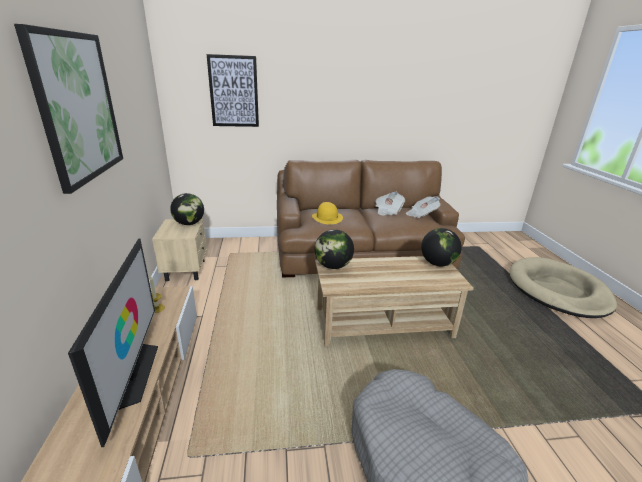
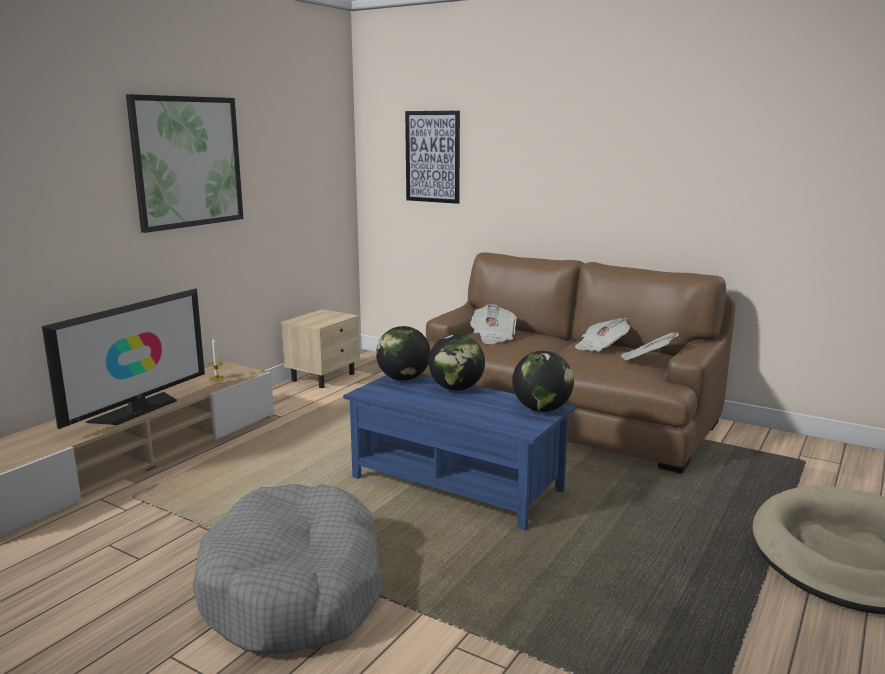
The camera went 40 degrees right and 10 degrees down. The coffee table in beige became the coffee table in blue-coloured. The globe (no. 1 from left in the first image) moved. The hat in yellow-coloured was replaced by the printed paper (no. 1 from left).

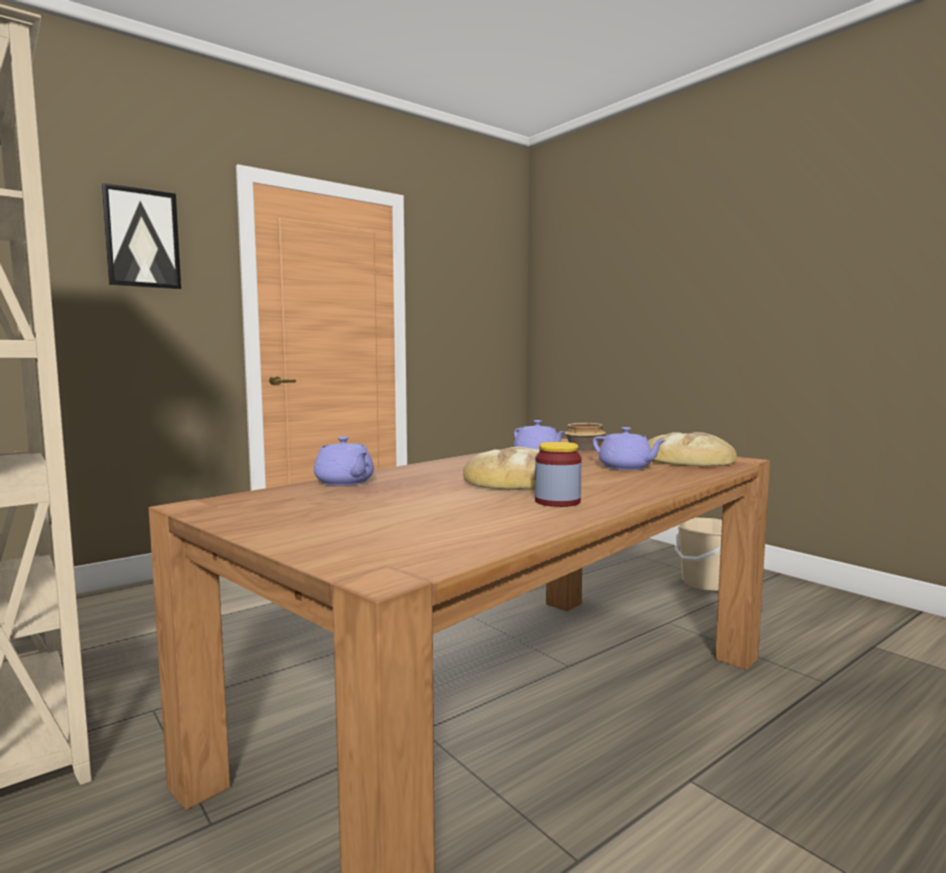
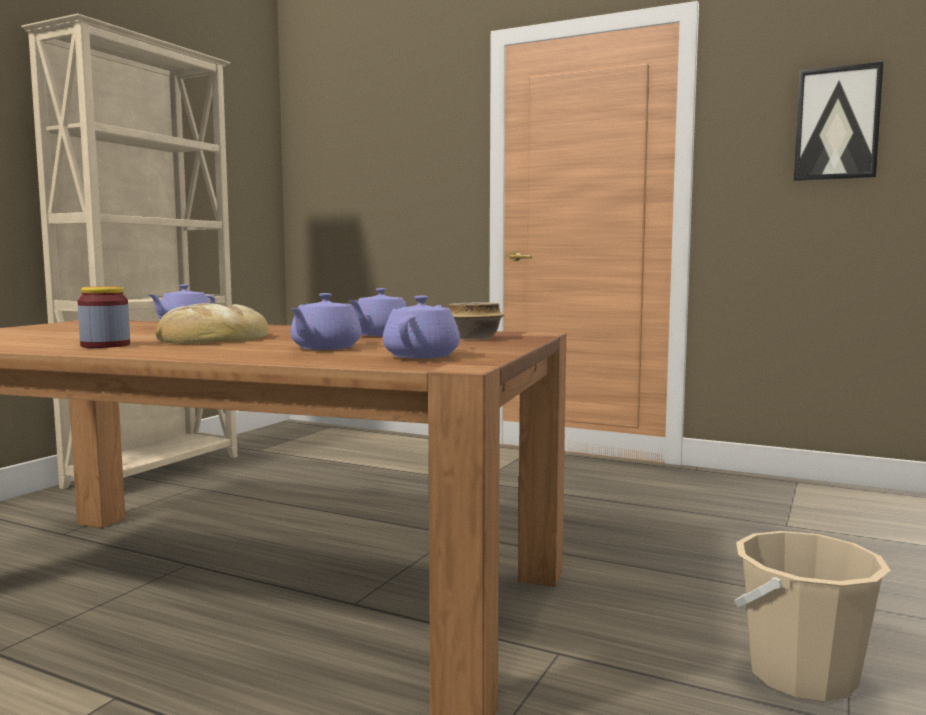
The camera went 65 degrees right and 0 degrees up. The bread (no. 2 from left) was replaced by the tea pot in purplish (no. 4 from left). The picture moved.

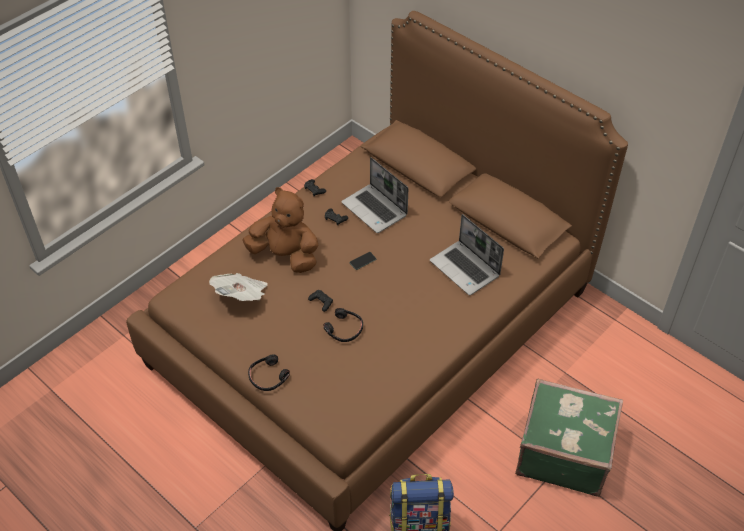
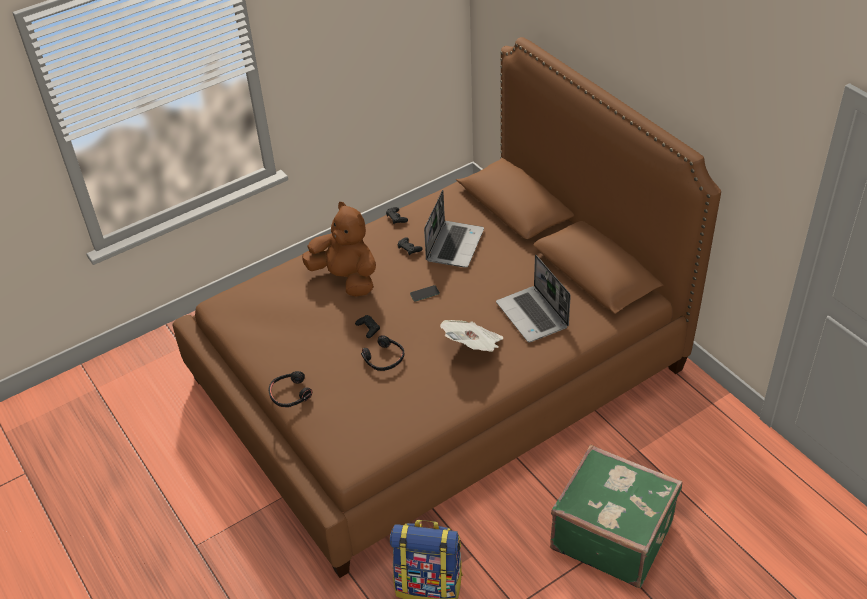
The camera went 15 degrees right and 5 degrees down. The laptop (no. 1 from left) turned 135 degrees counterclockwise. The printed paper moved.

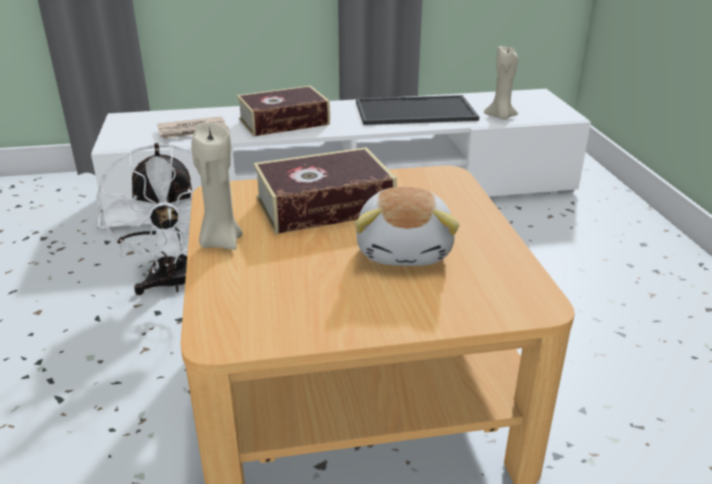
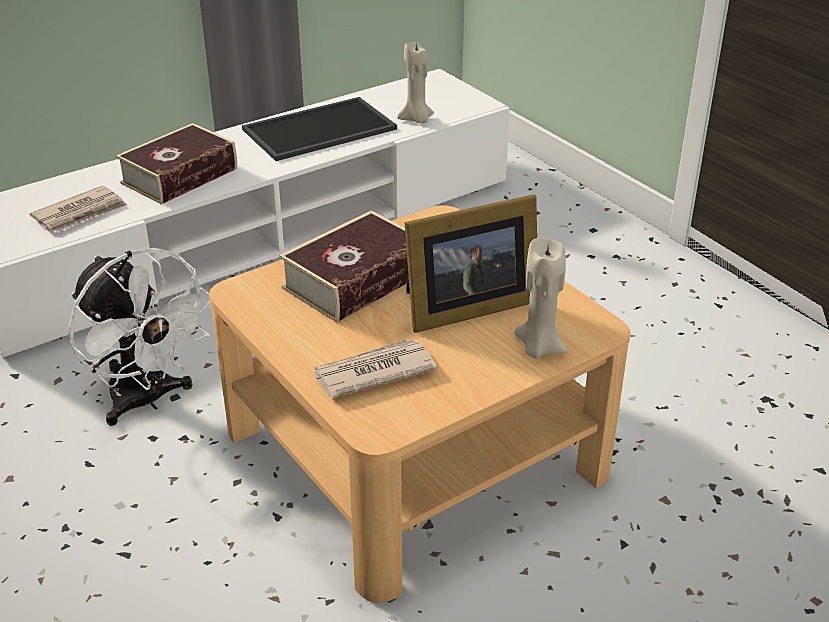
The camera went 25 degrees left and 5 degrees up. The printed paper (no. 2 from left) appeared. The plush toy was replaced by the standing frame. The wax light in beige (no. 1 from left in the first image) moved.

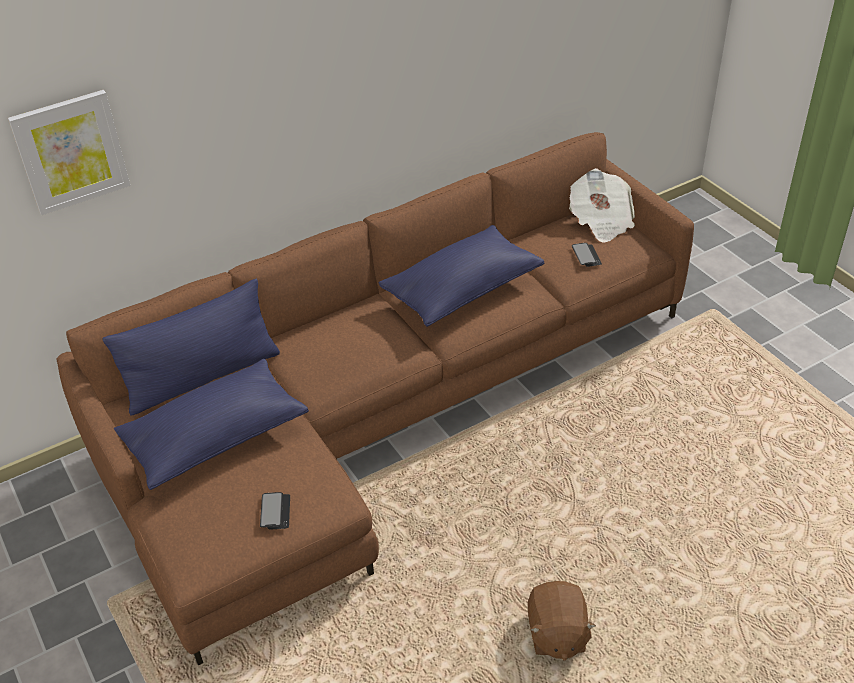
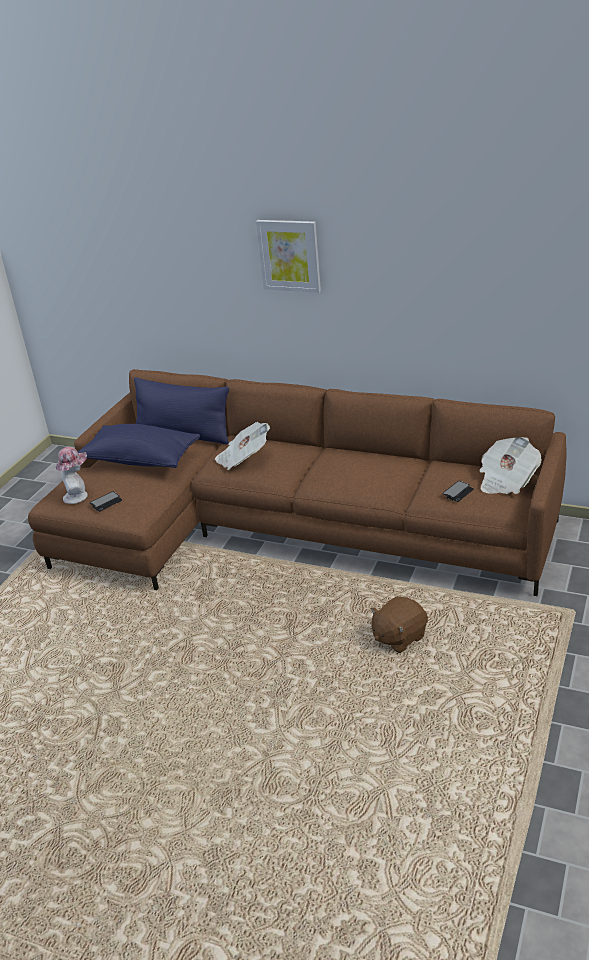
The camera went 55 degrees right and 10 degrees down. The hat appeared. The printed paper (no. 1 from left) appeared. The picture moved. The plush toy in brown moved. The pillow in blue-coloured (no. 3 from left) disappeared.

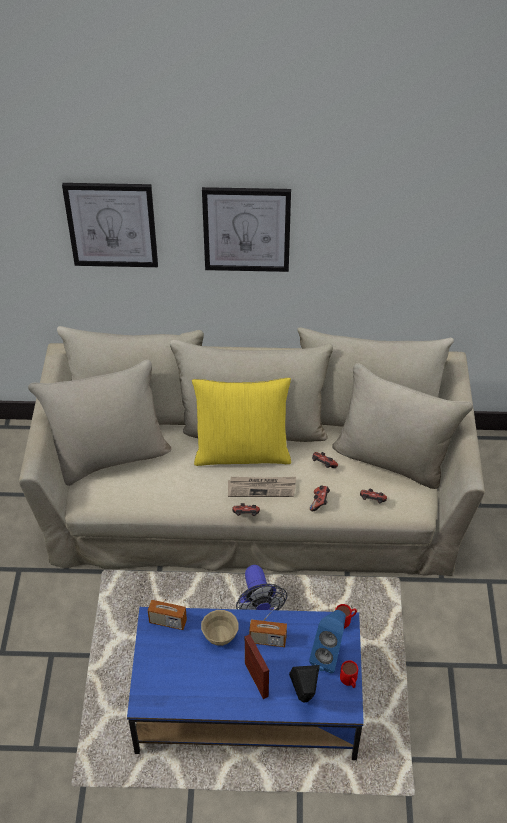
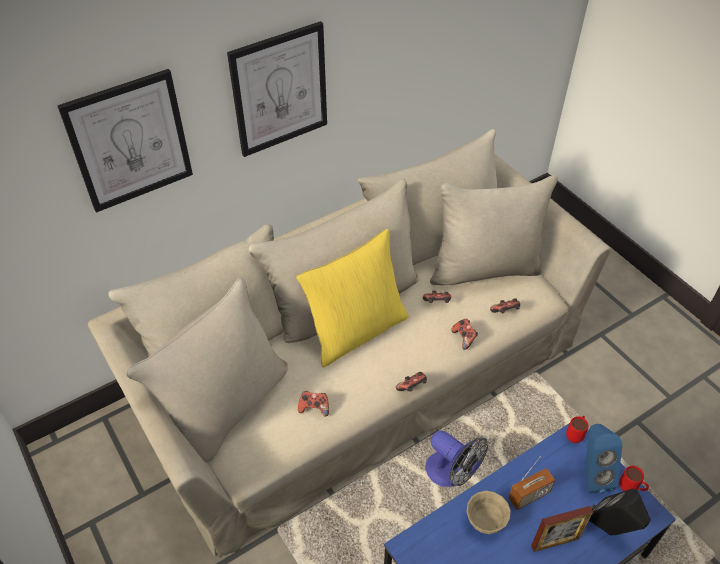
The camera went 35 degrees left and 0 degrees up. The game controller (no. 1 from left) appeared. The standing frame turned 135 degrees clockwise. The radio (no. 1 from left) disappeared. The printed paper disappeared.

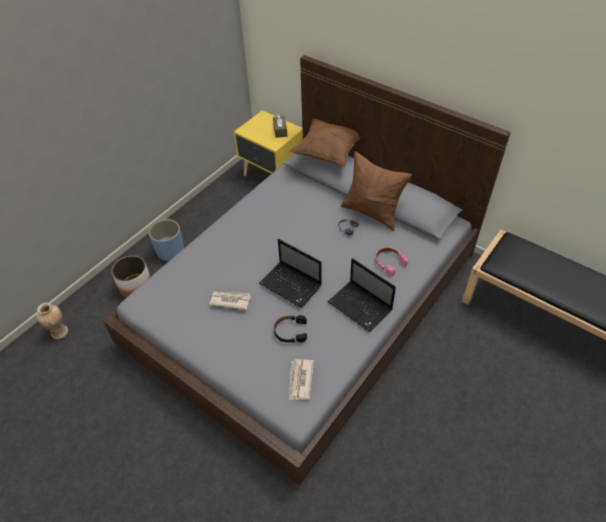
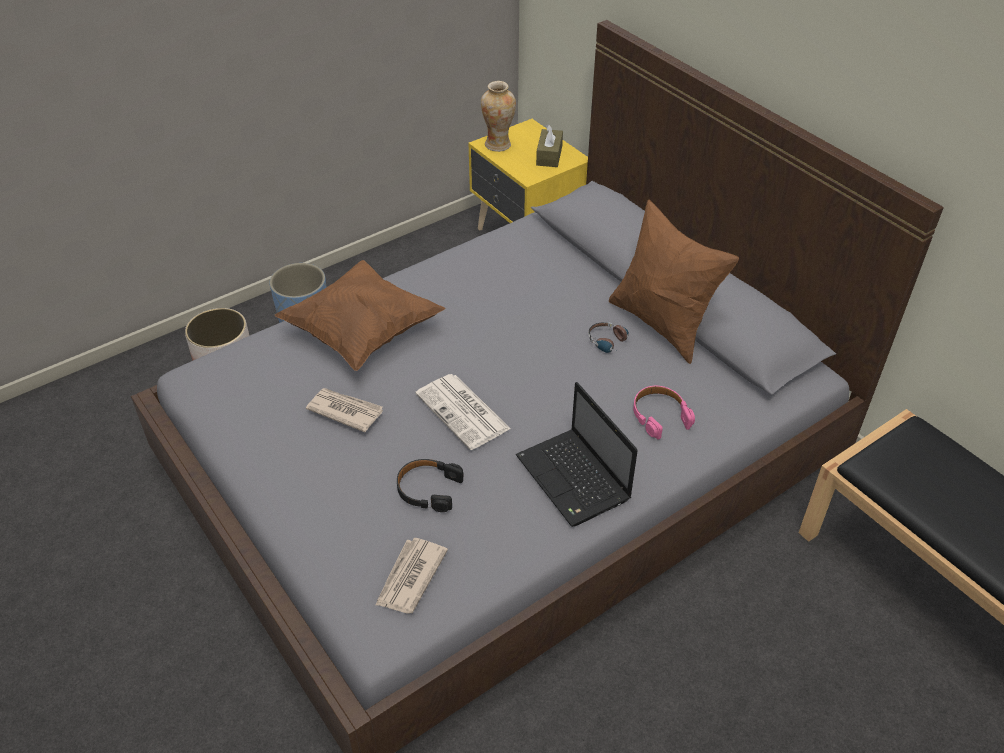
The camera went 15 degrees right and 5 degrees down. The pillow in brown (no. 1 from left) moved. The laptop (no. 1 from left) was replaced by the printed paper (no. 3 from left). The flower vase moved.

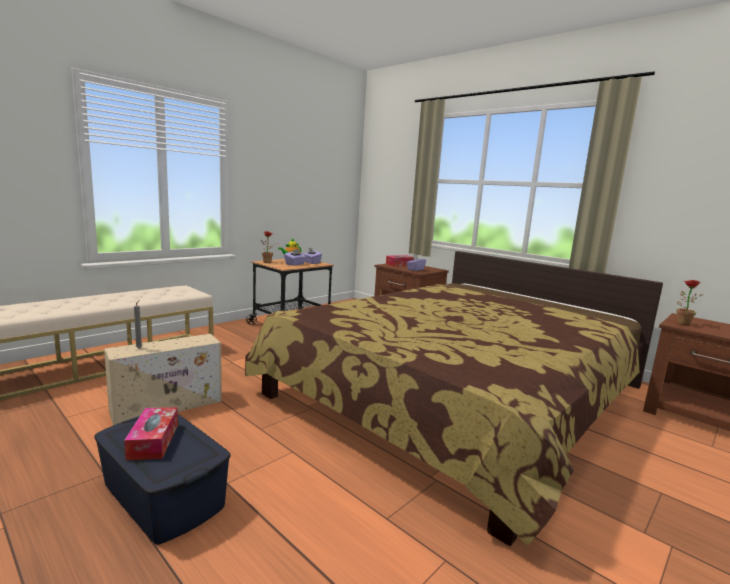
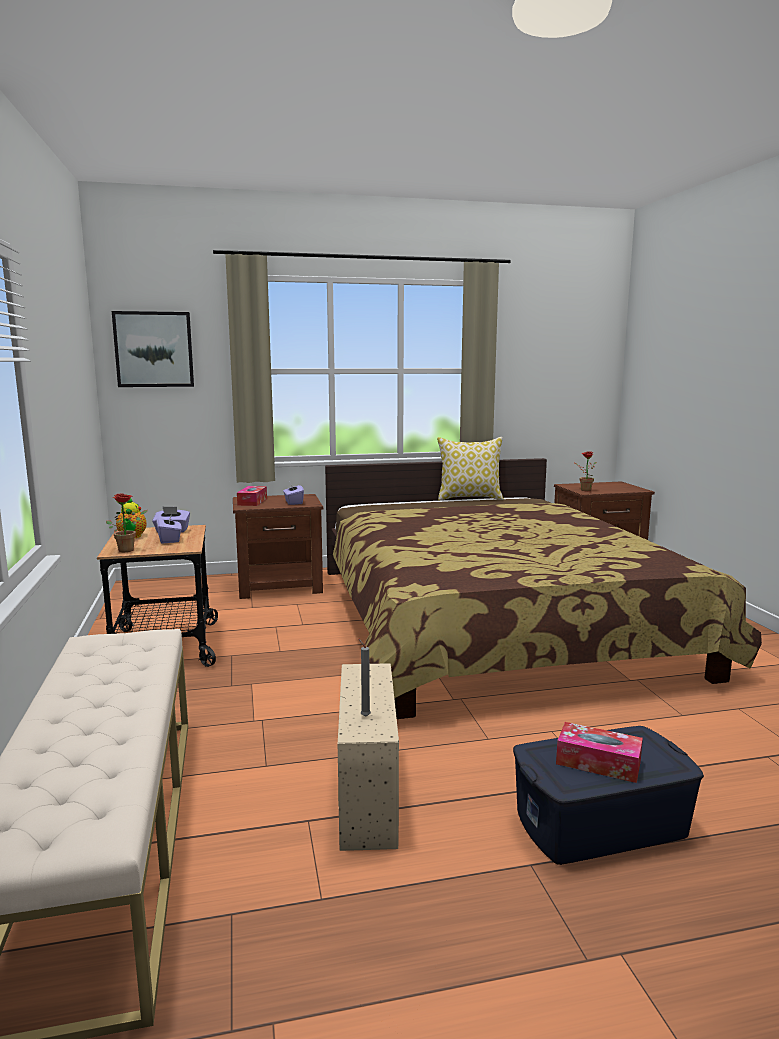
The camera went 55 degrees left and 0 degrees up. The picture appeared. The pillow appeared.

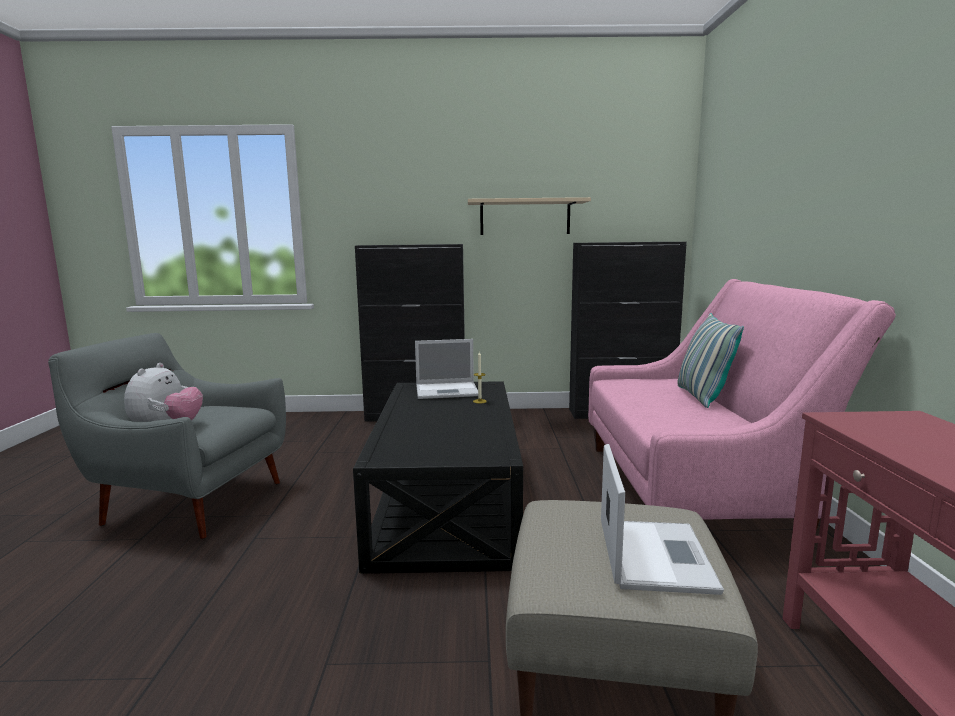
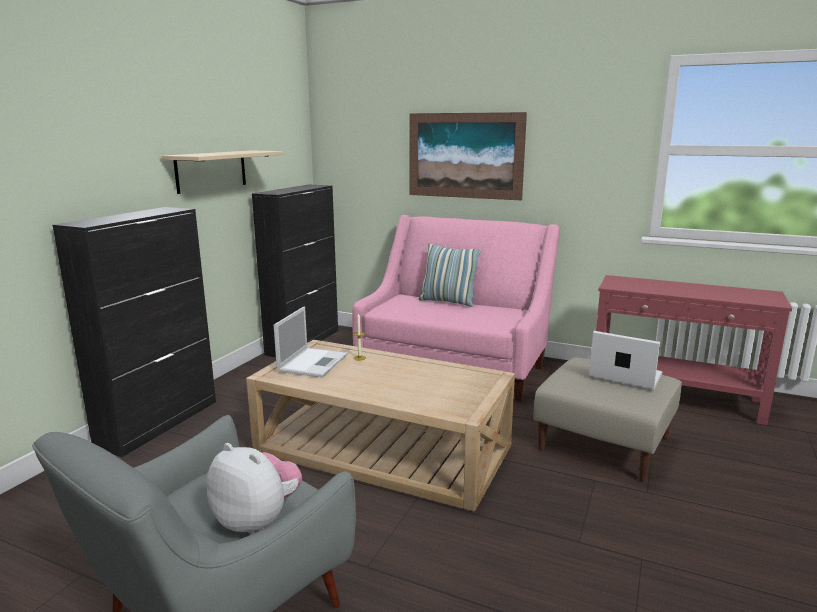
The camera went 65 degrees left and 5 degrees up. The coffee table in black-coloured became the coffee table in beige. The picture appeared.

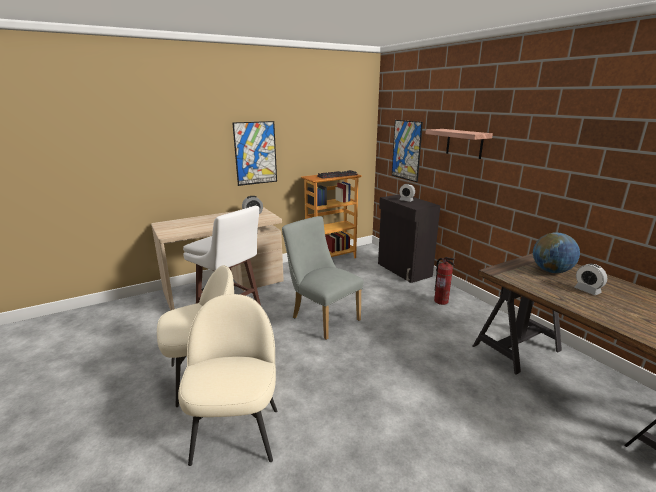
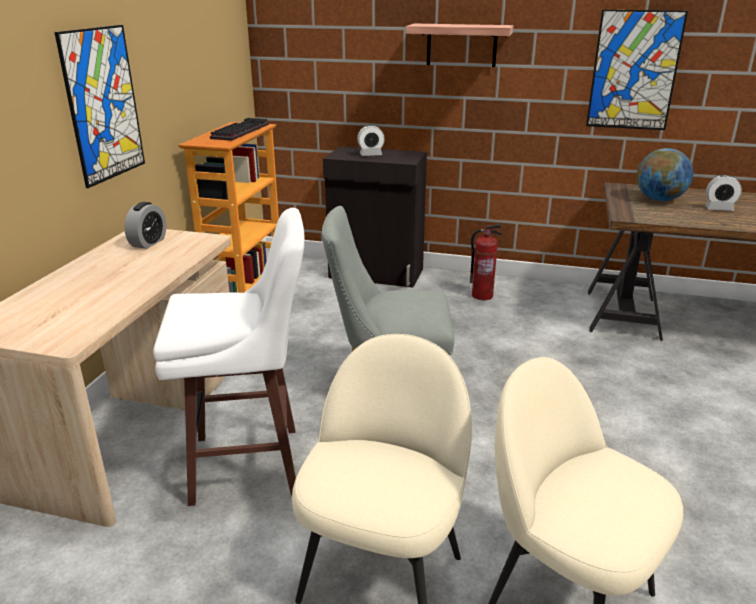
The camera went 45 degrees left and 5 degrees up. The picture (no. 2 from left) moved.

